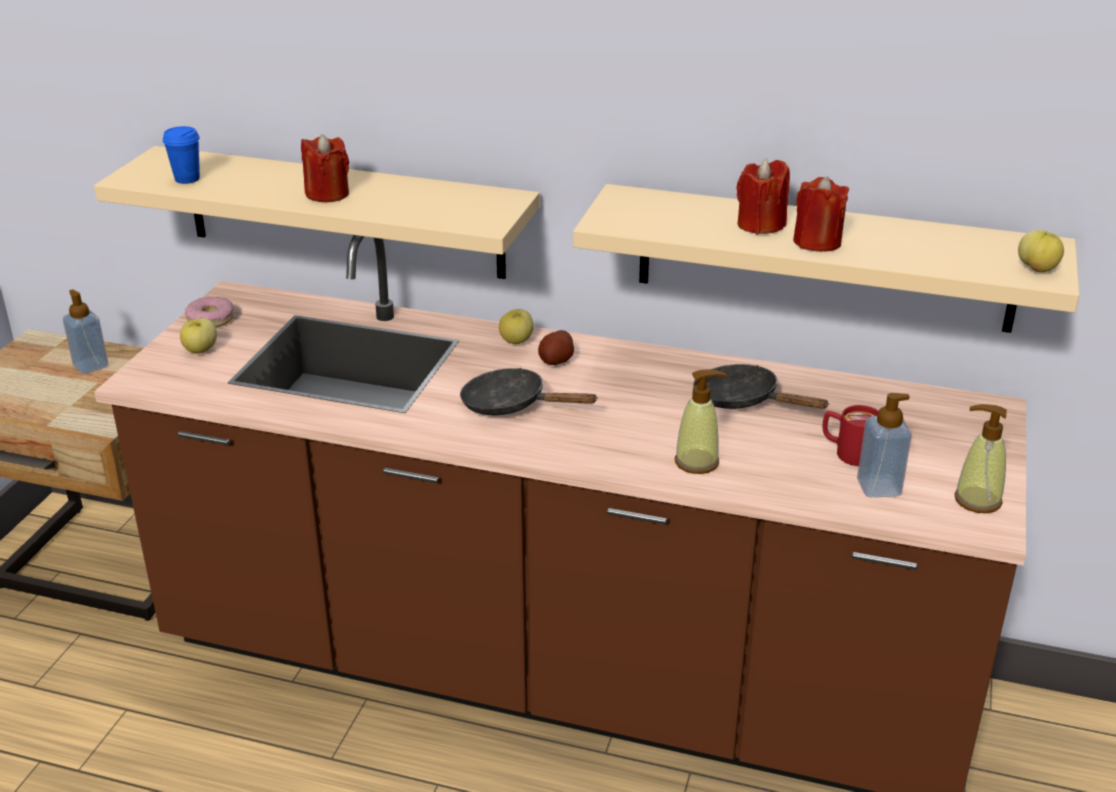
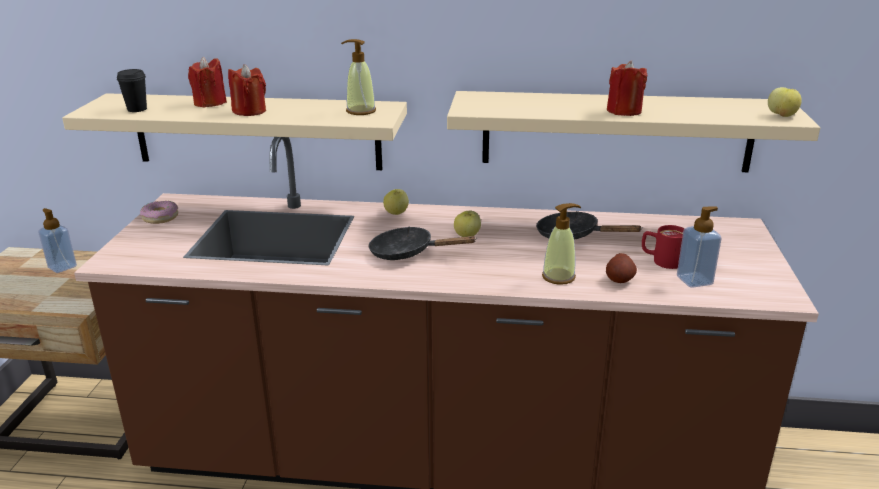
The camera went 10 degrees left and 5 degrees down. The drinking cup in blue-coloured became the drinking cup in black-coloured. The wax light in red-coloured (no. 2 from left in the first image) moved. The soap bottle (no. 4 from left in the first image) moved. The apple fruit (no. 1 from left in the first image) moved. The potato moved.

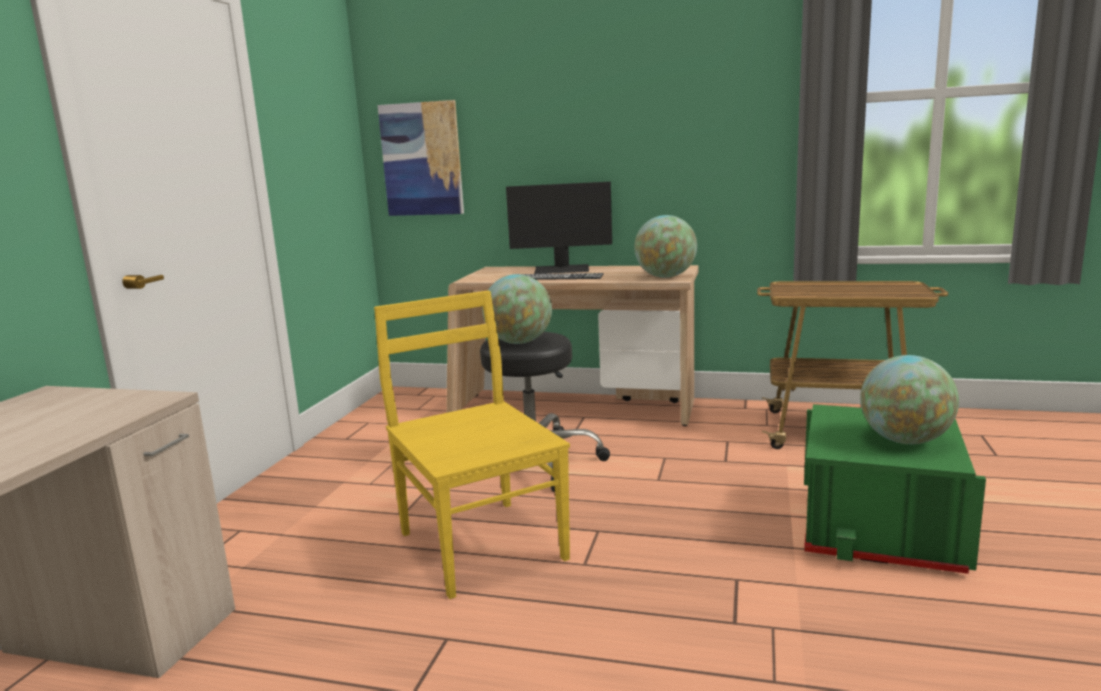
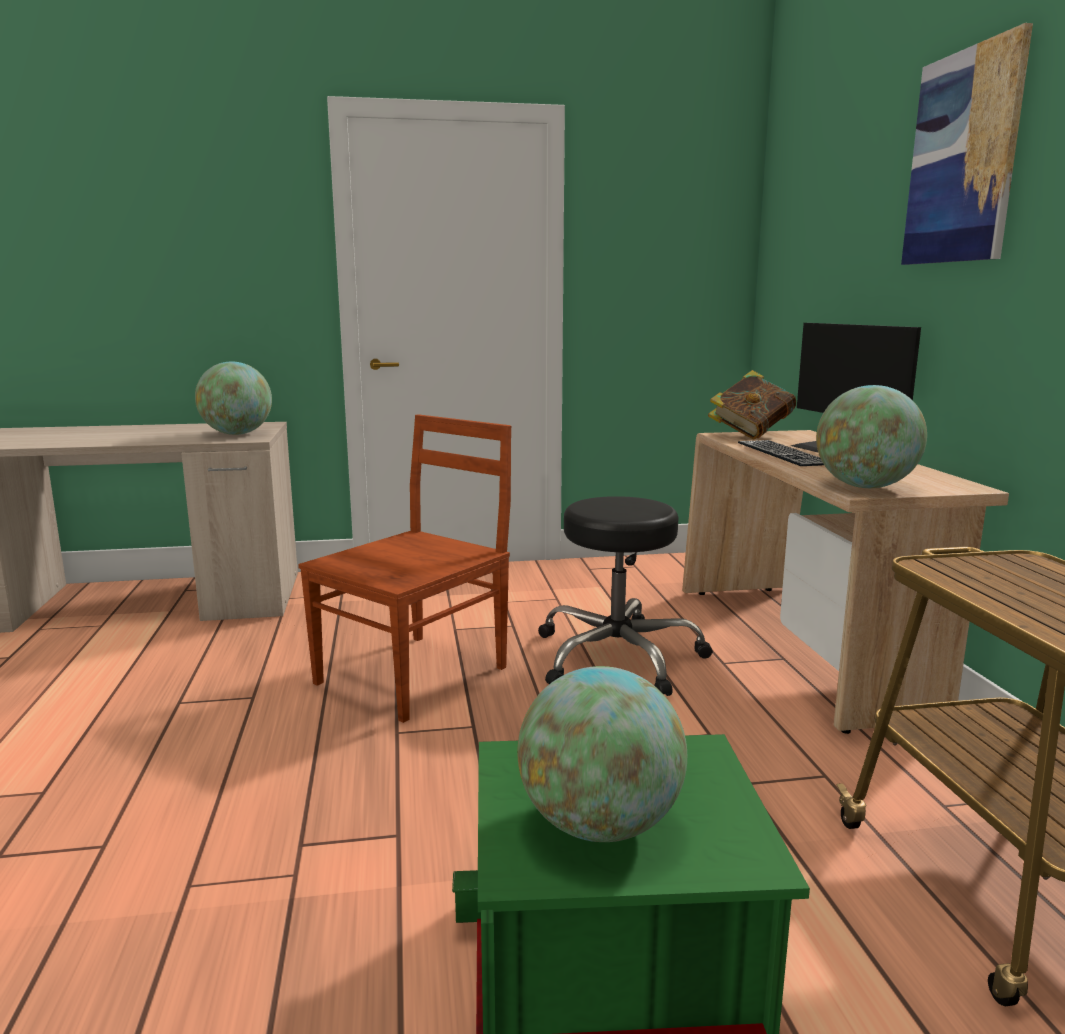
The camera went 65 degrees right and 0 degrees up. The globe (no. 1 from left) moved. The plain chair in yellow-coloured became the plain chair in brown. The book appeared. The picture moved.

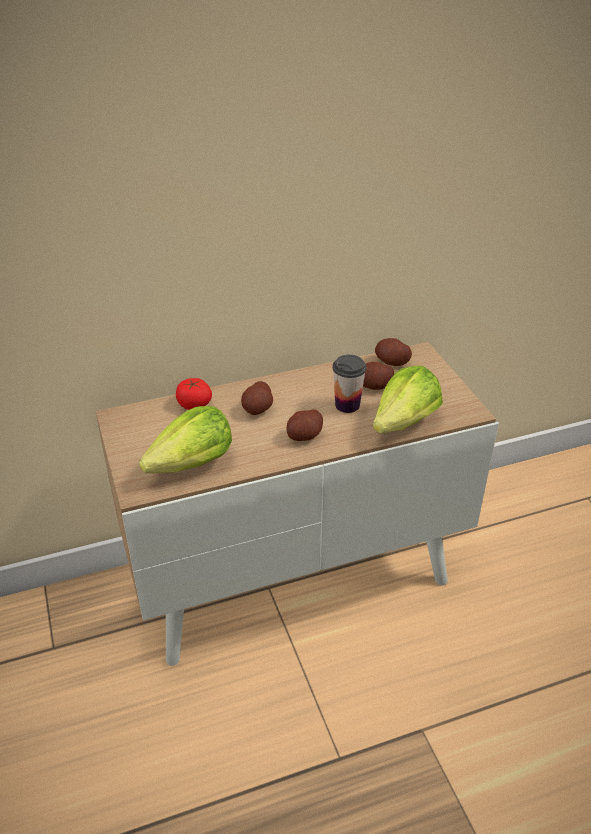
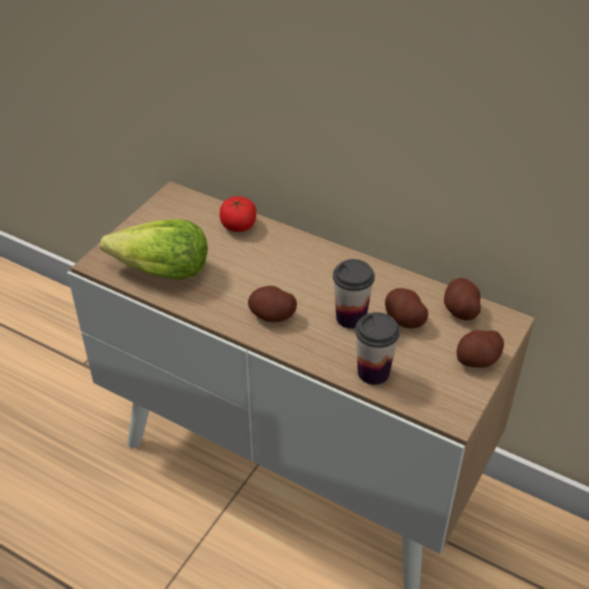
The camera went 50 degrees right and 5 degrees up. The lettuce head (no. 2 from left) was replaced by the drinking cup (no. 2 from left). The potato (no. 1 from left in the first image) moved.

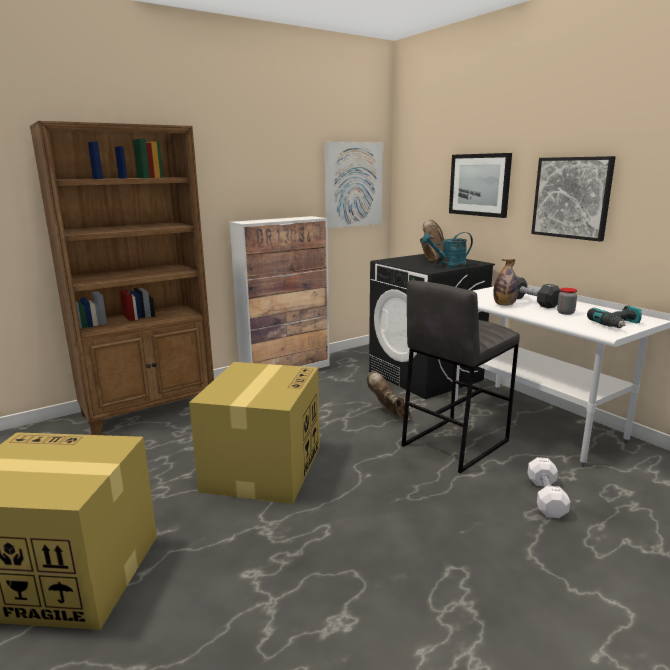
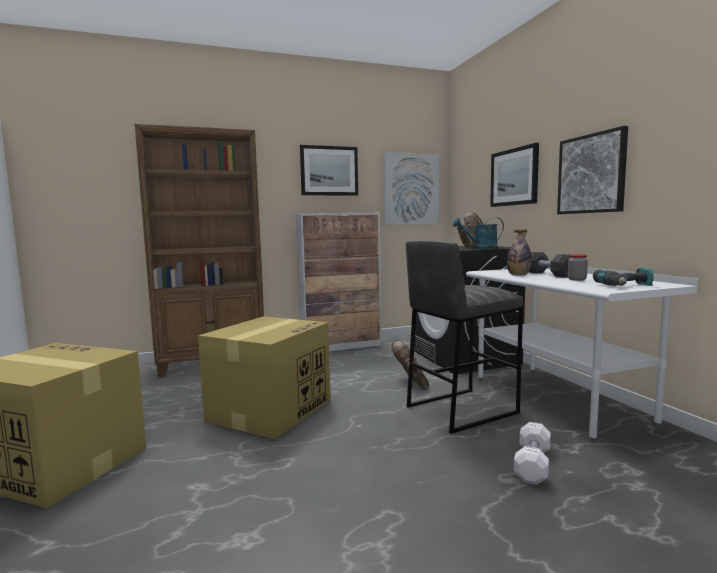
The camera went 15 degrees right and 10 degrees down. The picture (no. 1 from left) appeared.

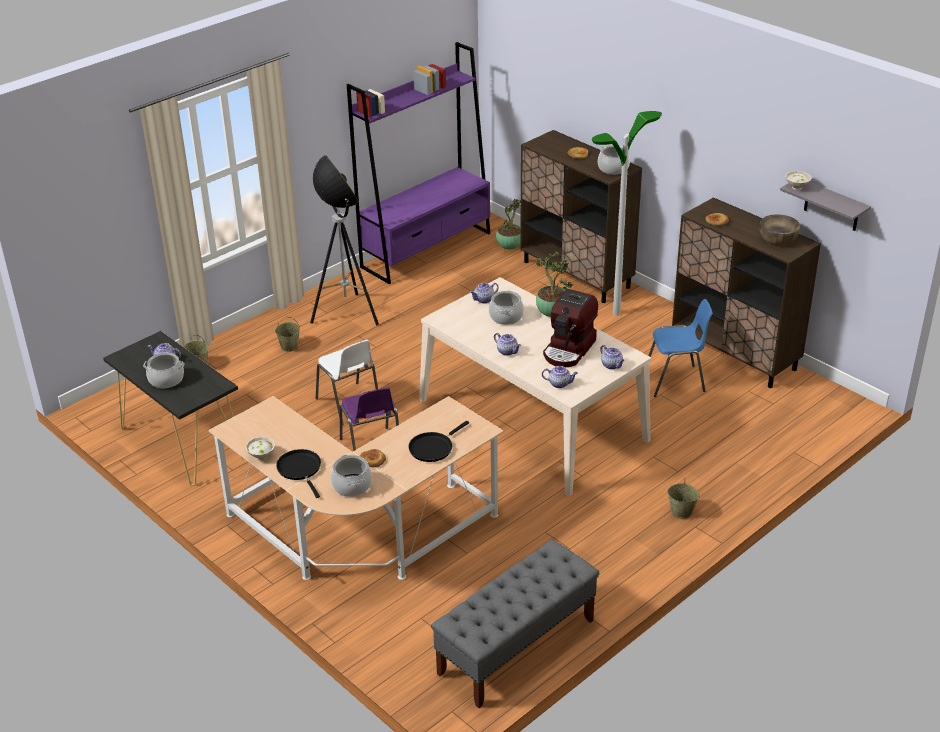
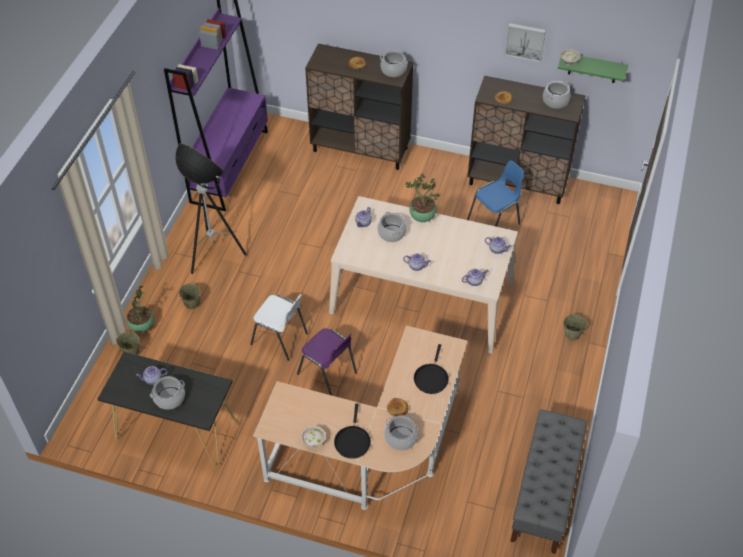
The camera went 30 degrees left and 15 degrees up. The houseplant (no. 1 from left) moved. The frying pan in black-coloured (no. 1 from left) turned 120 degrees counterclockwise. The picture appeared. The deep dish in brown was replaced by the stockpot (no. 5 from left). The bracket shelf in gray became the bracket shelf in green. The coffee brewer disappeared. The standing lamp (no. 2 from left) disappeared.

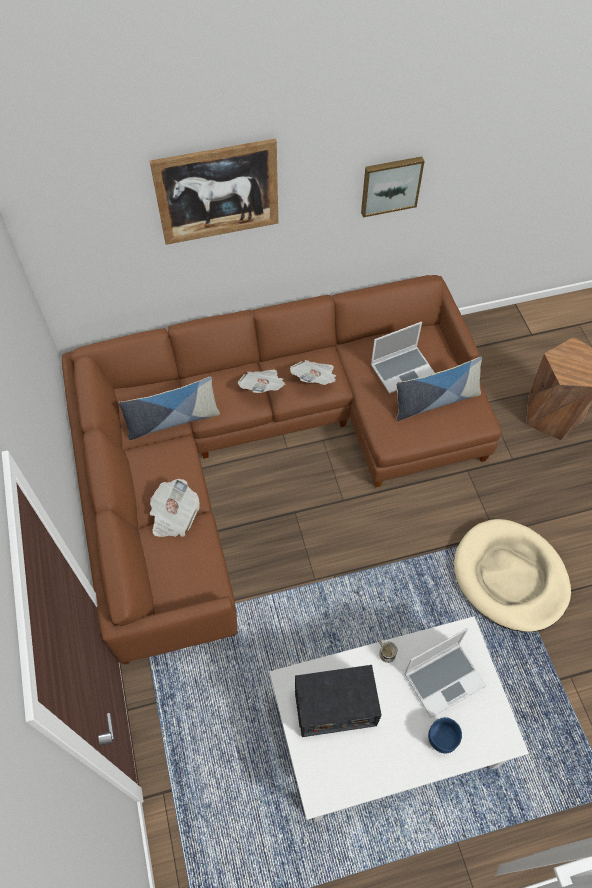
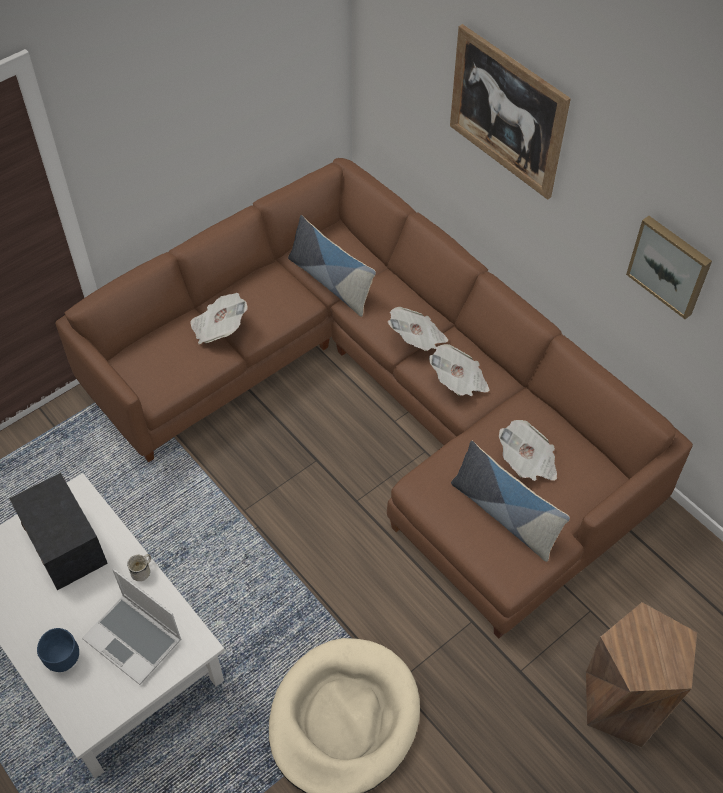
The camera went 65 degrees right and 5 degrees down. The laptop (no. 1 from left) was replaced by the printed paper (no. 4 from left).

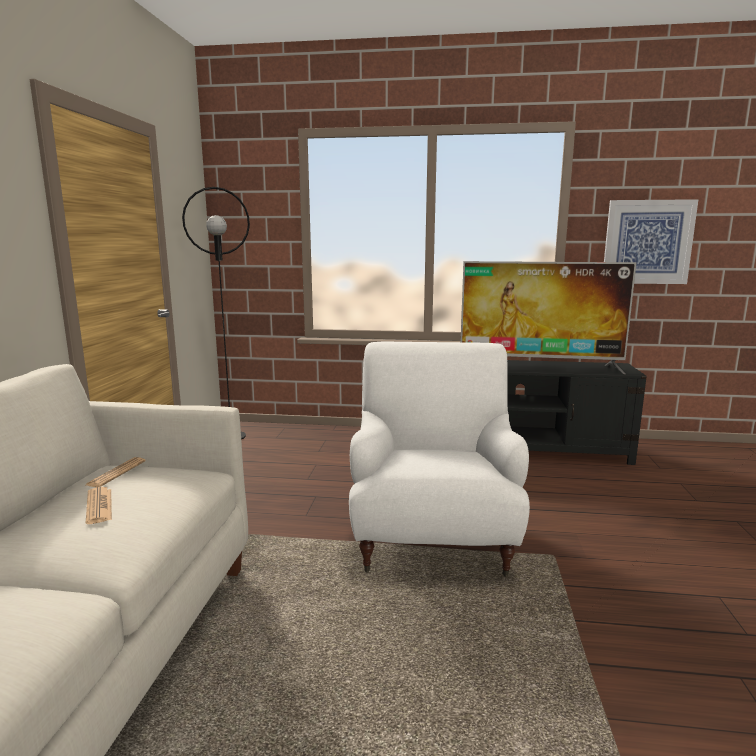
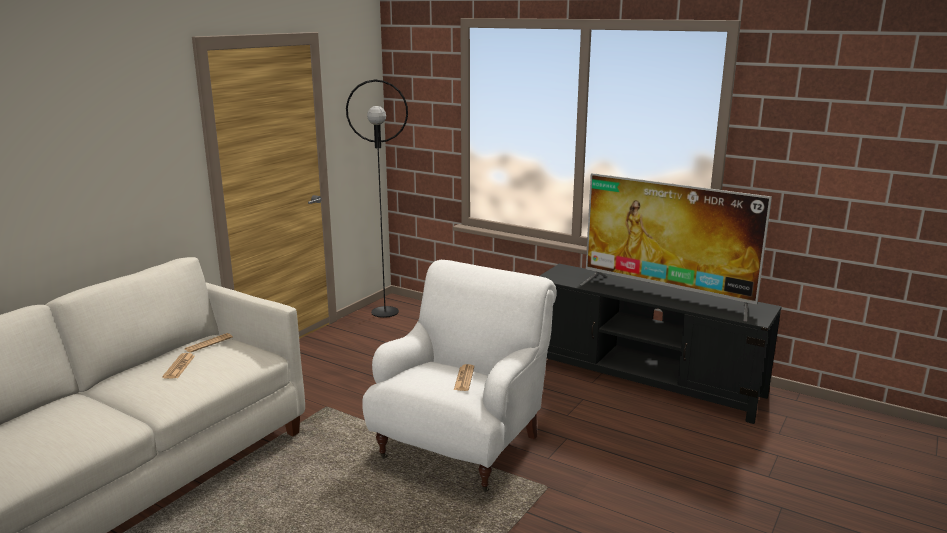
The camera went 25 degrees right and 5 degrees up. The printed paper (no. 3 from left) appeared. The picture disappeared.

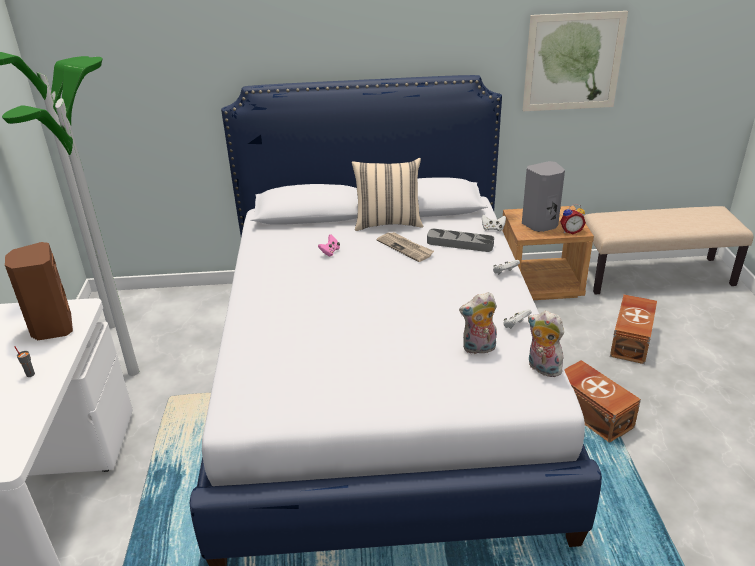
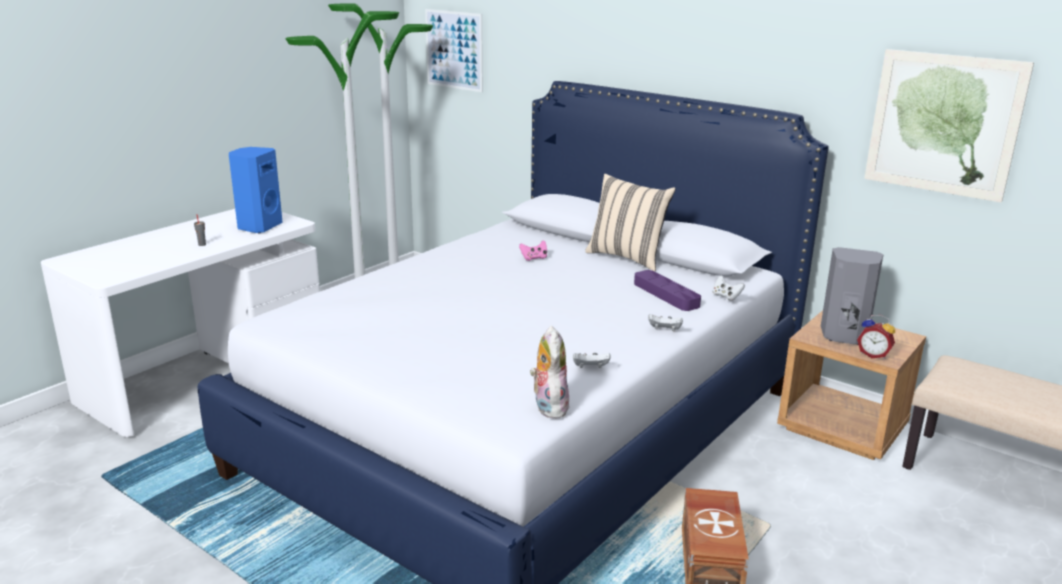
The camera went 40 degrees right and 10 degrees down. The audio speaker in brown became the audio speaker in blue-coloured. The picture (no. 1 from left) appeared. The tray in gray became the tray in purplish. The printed paper disappeared. The plush toy (no. 1 from left) disappeared. The storage container in brown (no. 2 from left) disappeared.

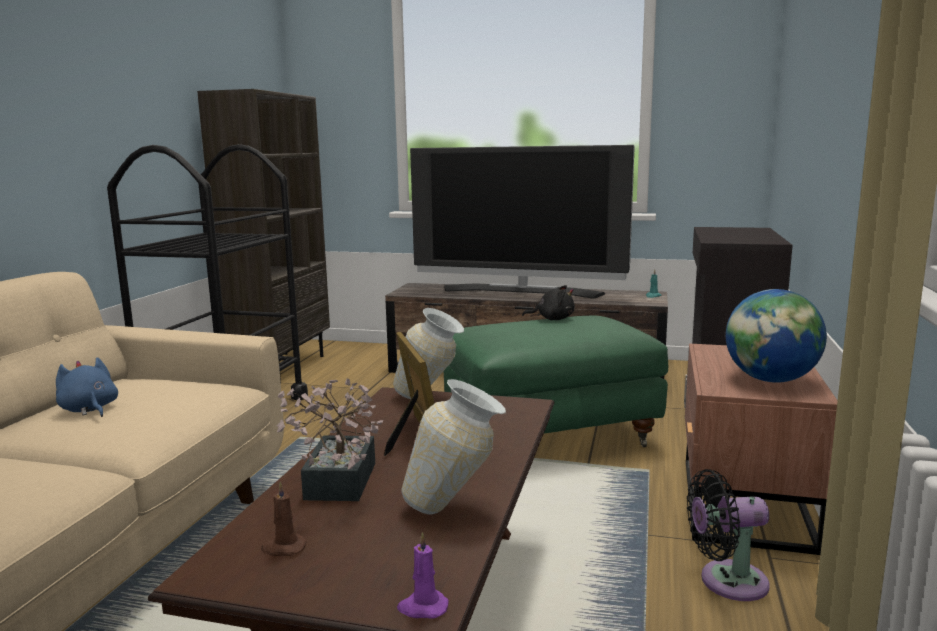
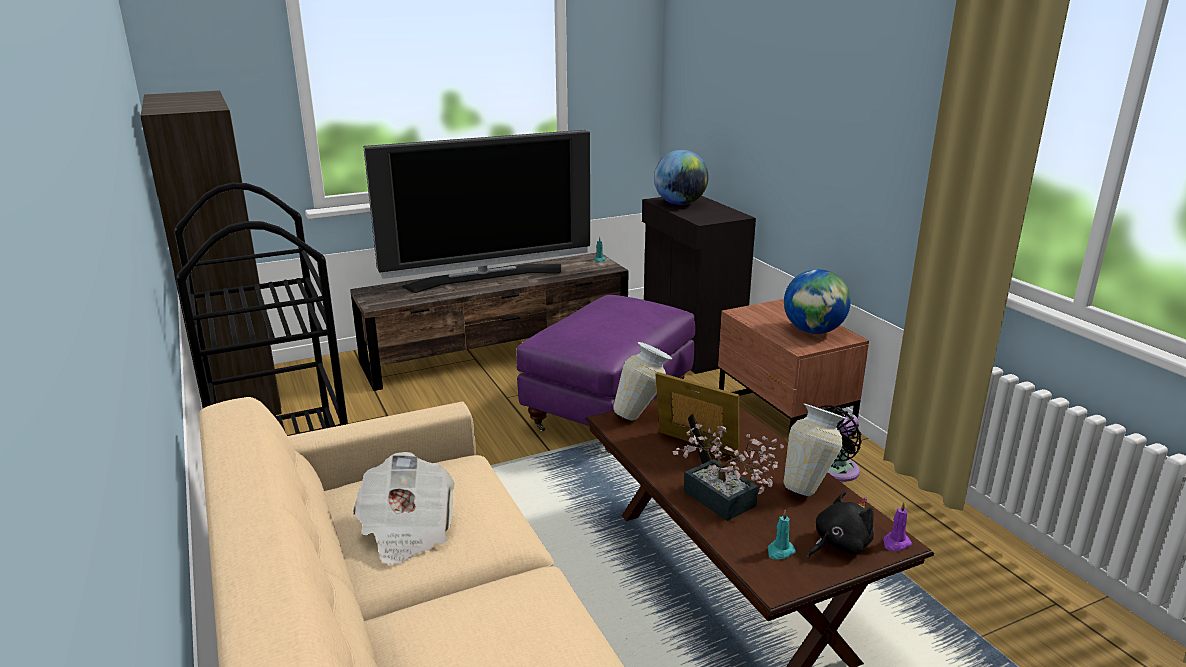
The camera went 40 degrees left and 10 degrees up. The plush toy in blue-coloured was replaced by the printed paper. The footrest in green became the footrest in purplish. The globe (no. 1 from left) appeared. The wax light in brown became the wax light in turquoise-coloured (no. 2 from left). The plush toy in black-coloured moved.

